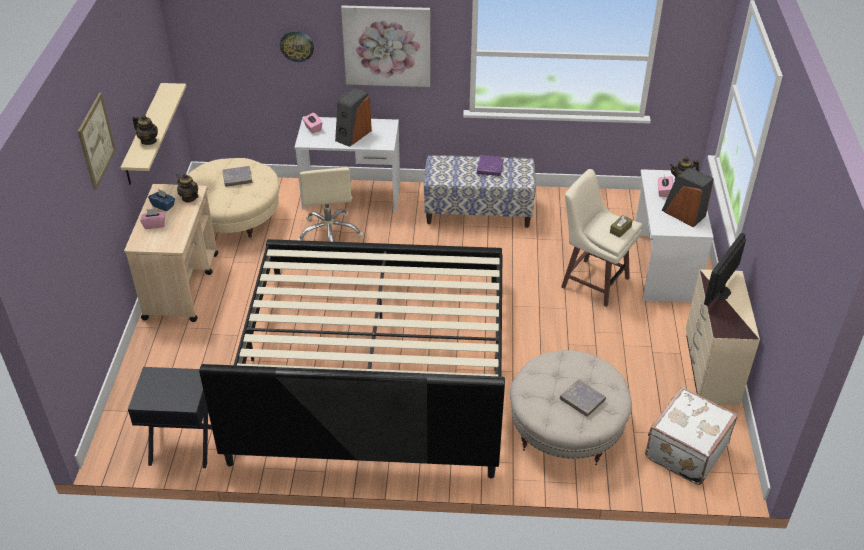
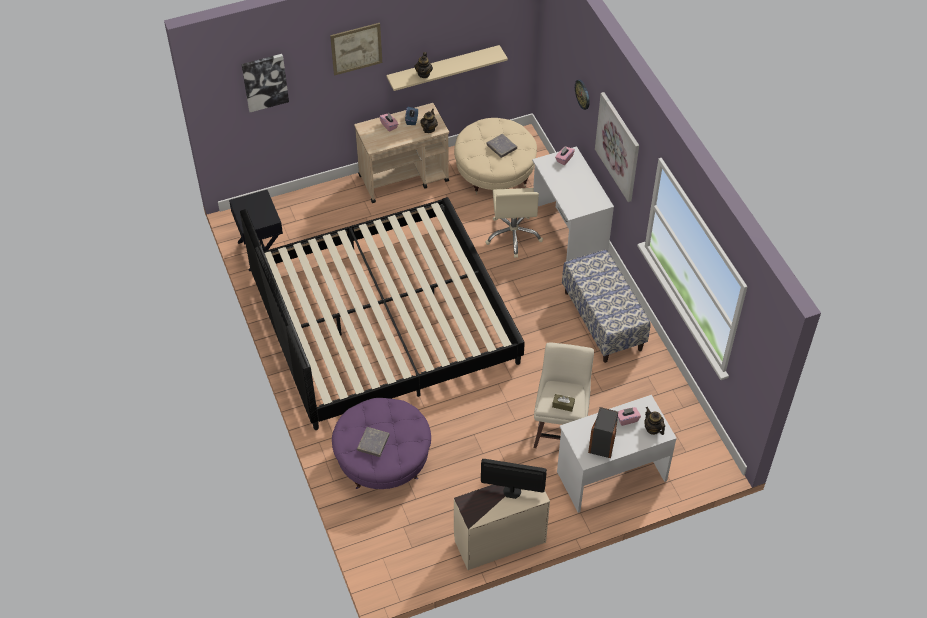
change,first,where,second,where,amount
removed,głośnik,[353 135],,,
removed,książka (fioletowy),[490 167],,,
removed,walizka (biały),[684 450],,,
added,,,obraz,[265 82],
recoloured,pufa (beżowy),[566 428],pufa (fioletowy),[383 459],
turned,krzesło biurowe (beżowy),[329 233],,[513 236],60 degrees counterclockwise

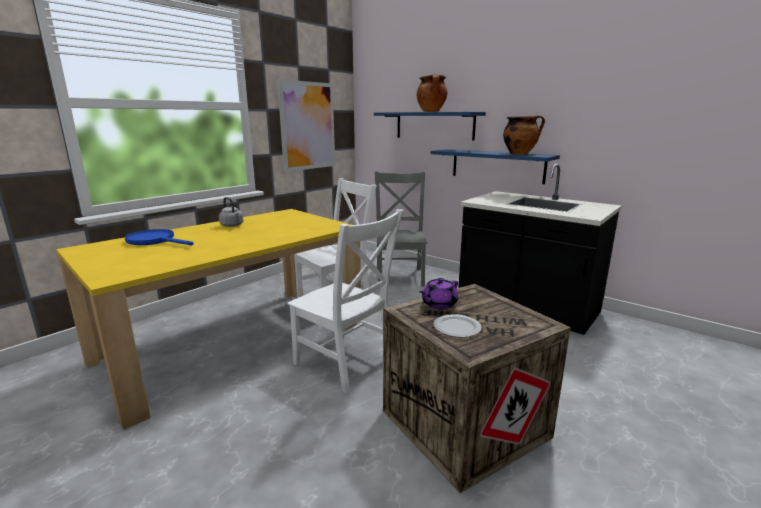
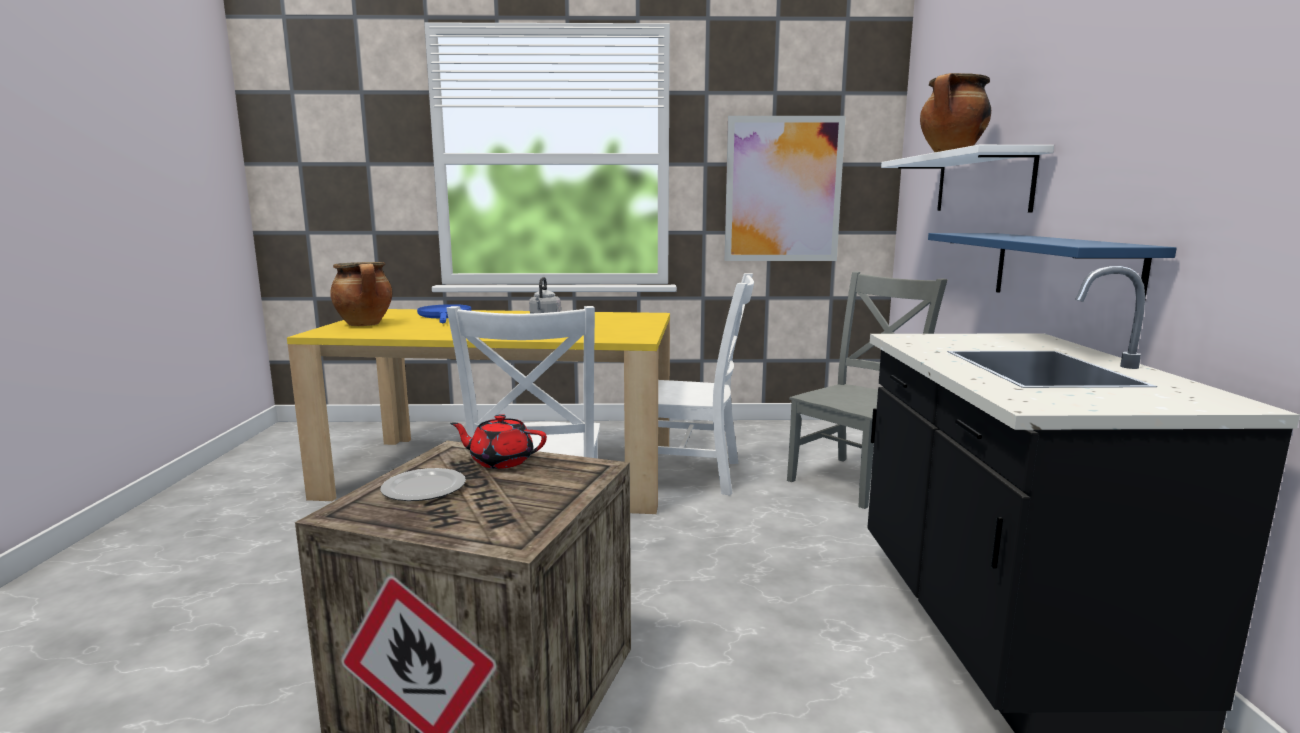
change,first,where,second,where,amount
moved,garnek,[520 154],,[365 324],
recoloured,półka (niebieski),[434 125],półka (biały),[982 183],
recoloured,imbryk (fioletowy),[438 304],imbryk (czerwony),[500 461],

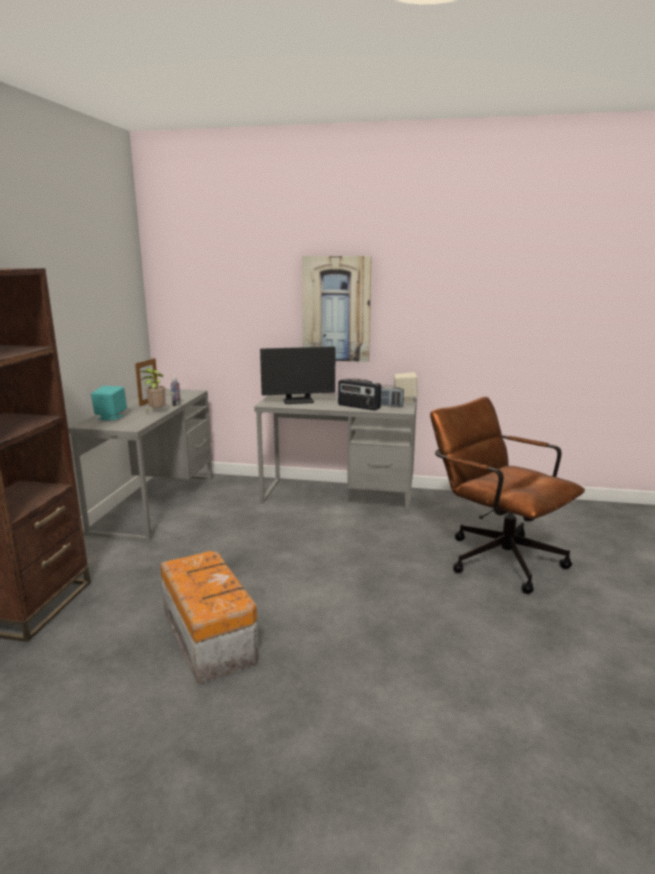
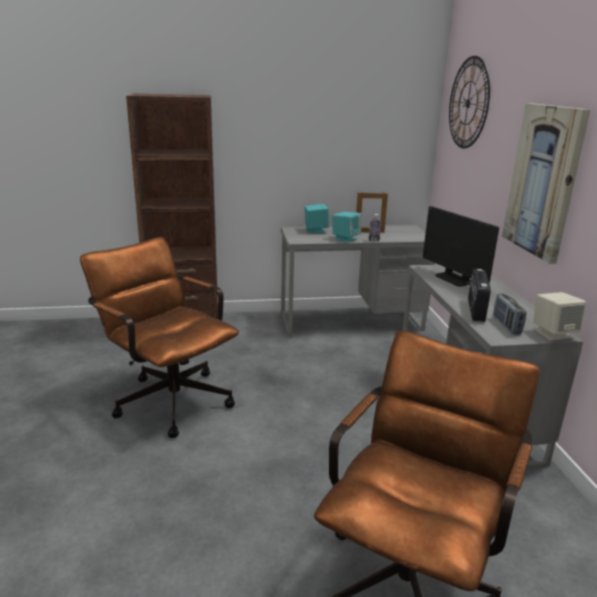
change,first,where,second,where,amount
added,,,zegar ścienny,[468 103],
replaced,roślina doniczkowa,[156 412],głośnik (turkusowy),[345 239],
replaced,pojemnik do przechowywania,[209 635],krzesło biurowe (brązowy),[168 397],

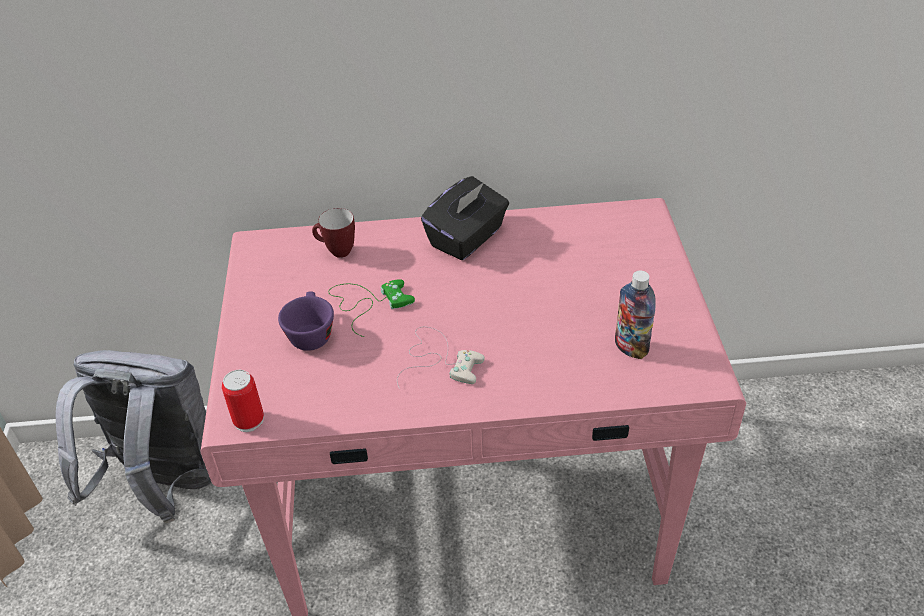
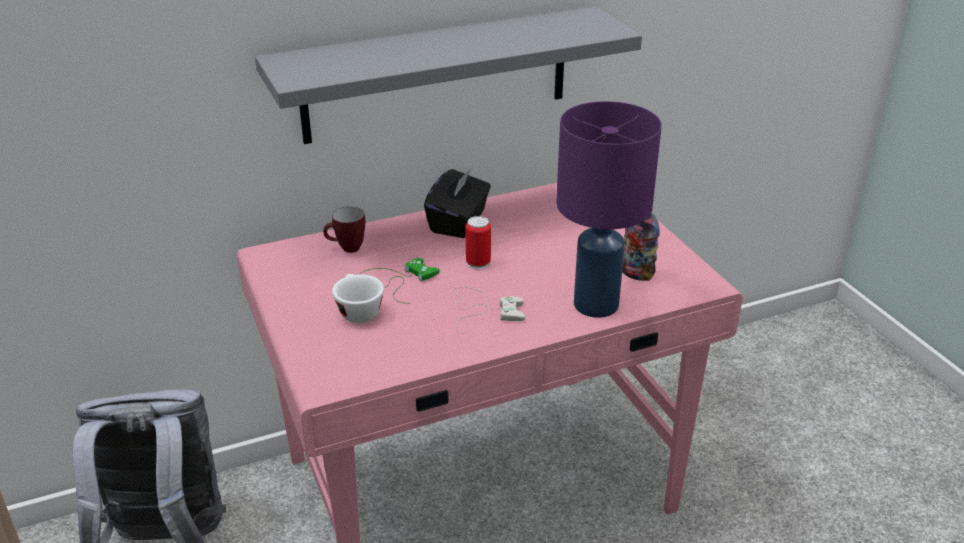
change,first,where,second,where,amount
added,,,półka (szary),[436 75],
added,,,lampa stołowa (fioletowy),[595 303],
moved,puszka,[249 420],,[478 263],
recoloured,filiżanka (fioletowy),[310 333],filiżanka (biały),[357 310],

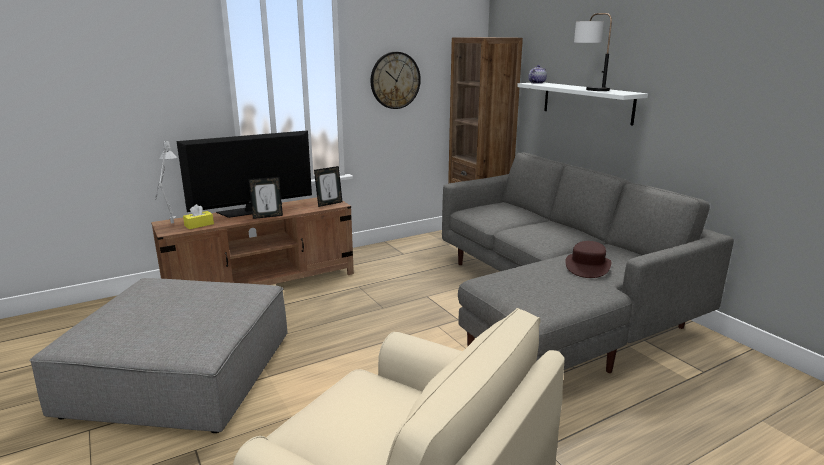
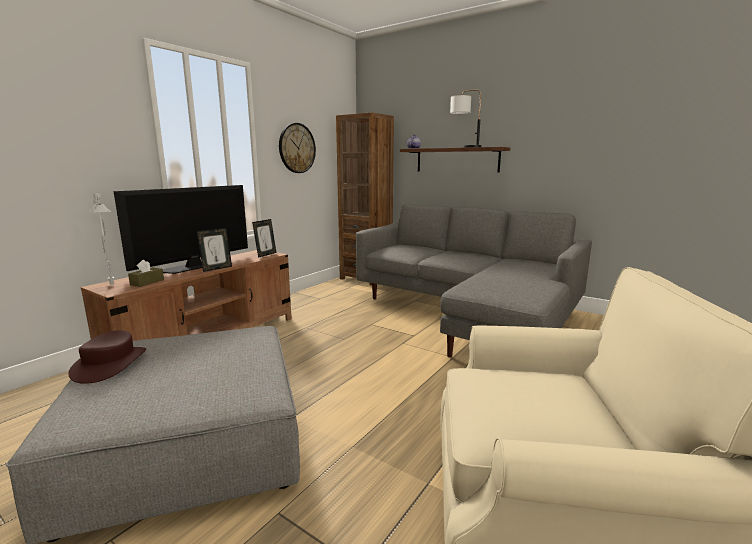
change,first,where,second,where,amount
moved,kapelusz (brązowy),[587 266],,[110 364],
recoloured,pudełko chusteczek (żółty),[199 225],pudełko chusteczek (brązowy),[147 282],
recoloured,półka (biały),[587 102],półka (brązowy),[457 160],

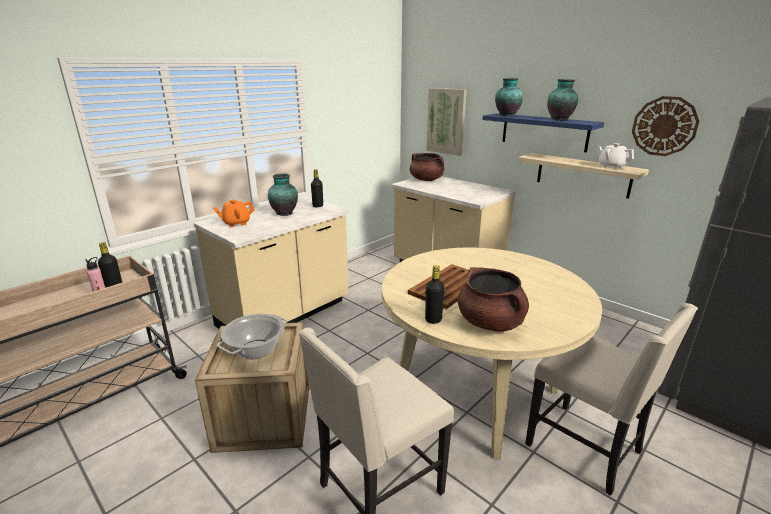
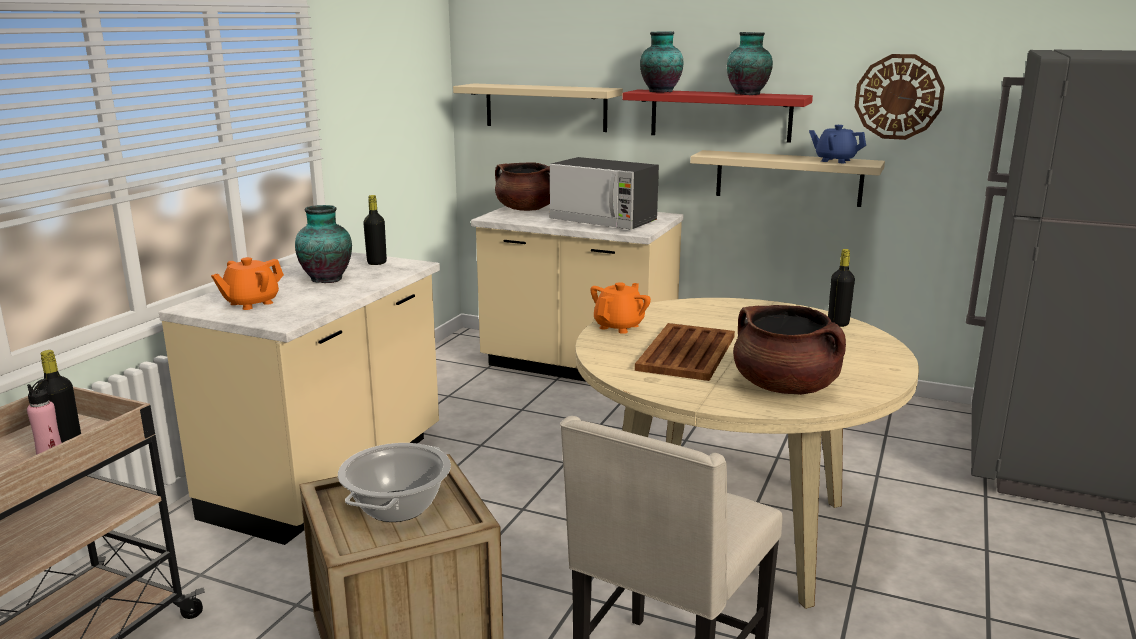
change,first,where,second,where,amount
removed,krzesło (beżowy),[586 448],,,
added,,,mikrofalówka,[603 221],
added,,,imbryk (pomarańczowy),[619 326],
moved,butelka (czarny),[433 319],,[838 323],
replaced,obraz,[446 121],półka (beżowy),[545 107],
recoloured,półka (niebieski),[544 132],półka (czerwony),[720 115],
recoloured,imbryk (biały),[611 167],imbryk (niebieski),[835 160],

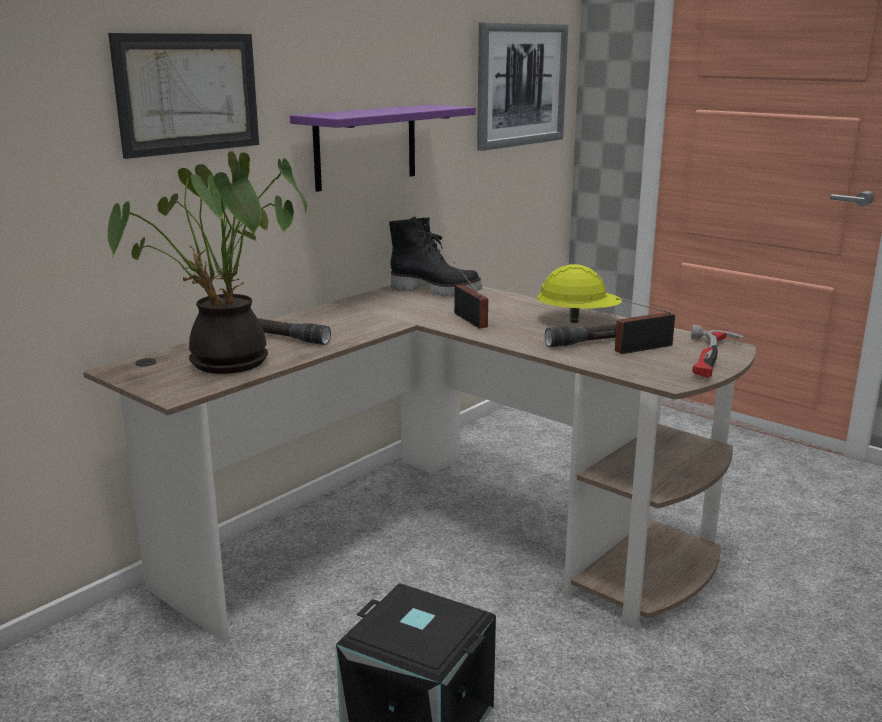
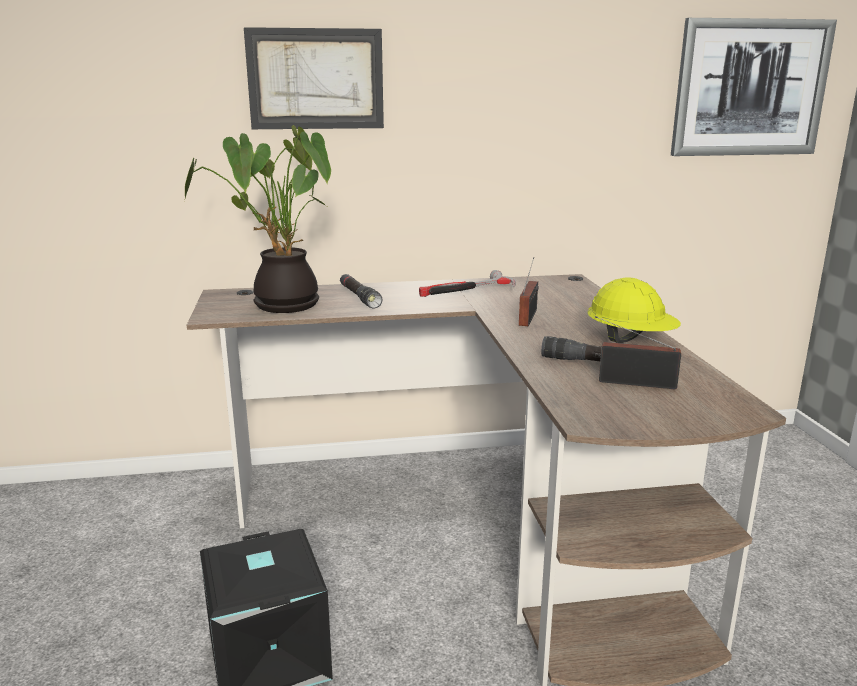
change,first,where,second,where,amount
removed,półka (fioletowy),[366 146],,,
removed,but z cholewką (czarny),[436 291],,,
moved,młotek,[712 358],,[467 291],

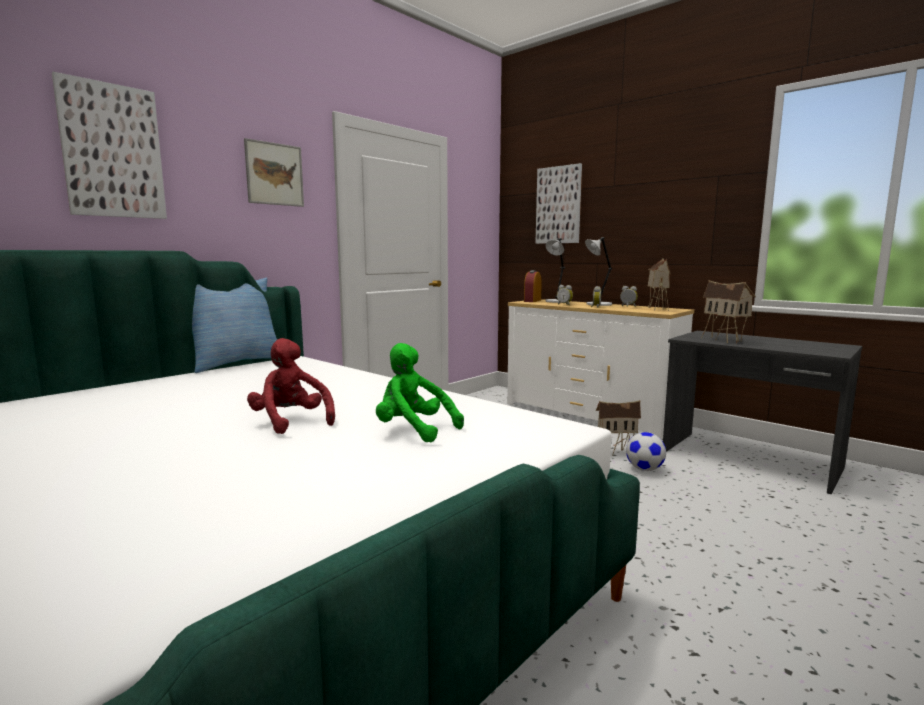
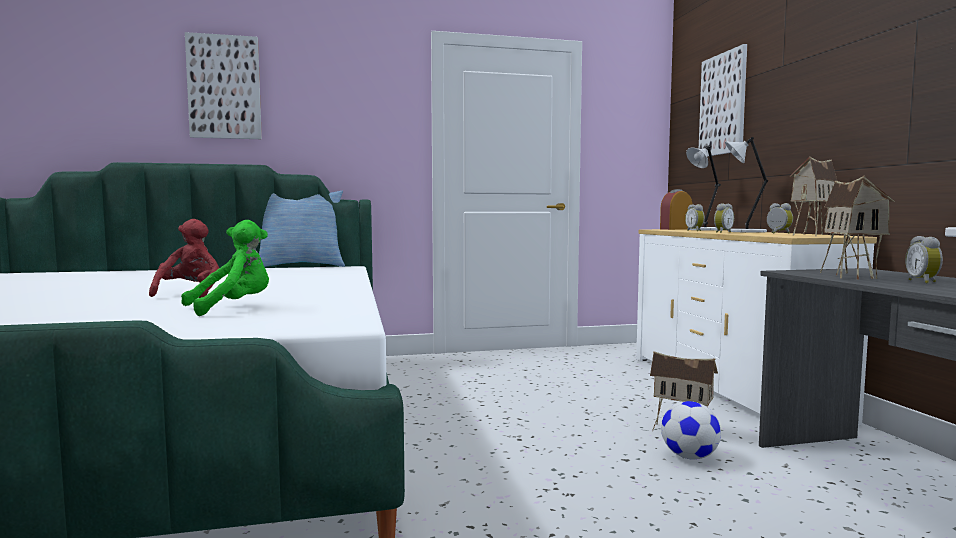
change,first,where,second,where,amount
removed,obraz,[274 174],,,
added,,,budzik,[924 282],
turned,pluszak (zielony),[413 430],,[233 308],75 degrees clockwise

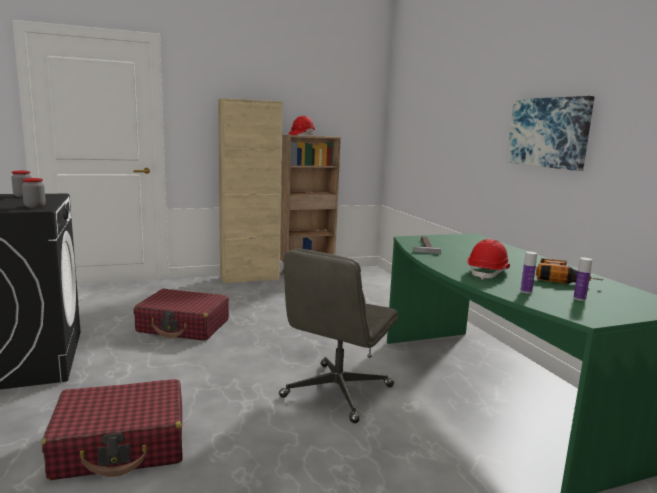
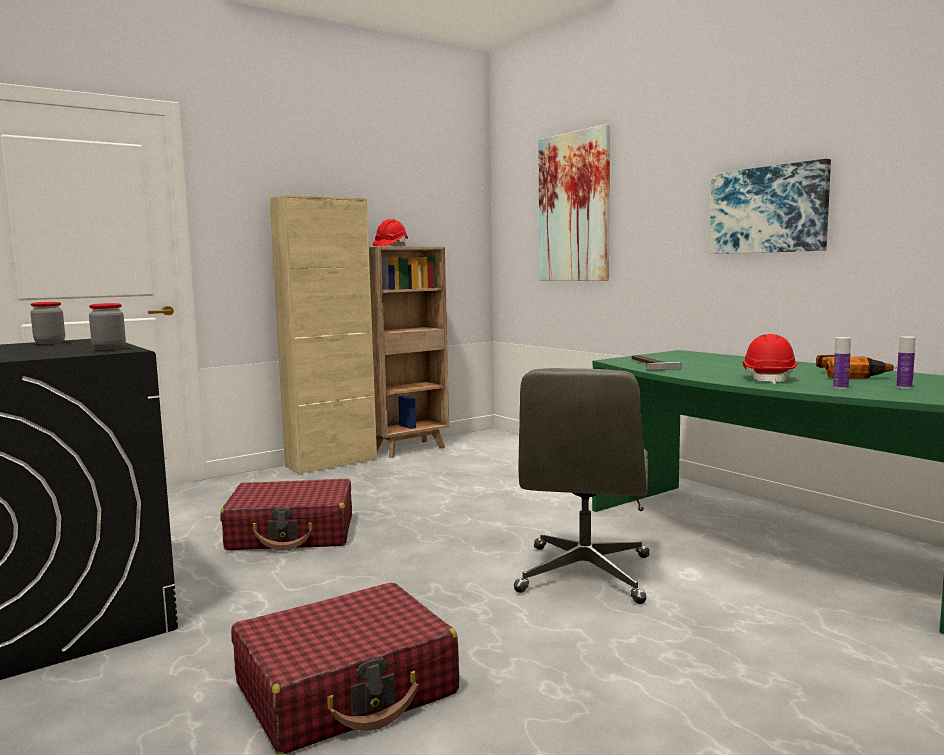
change,first,where,second,where,amount
added,,,obraz,[574 207],

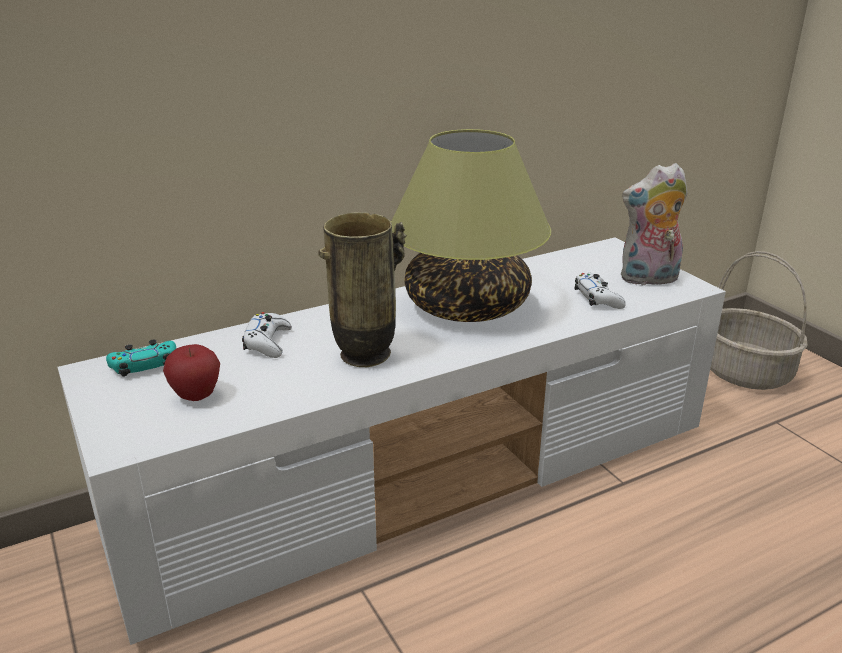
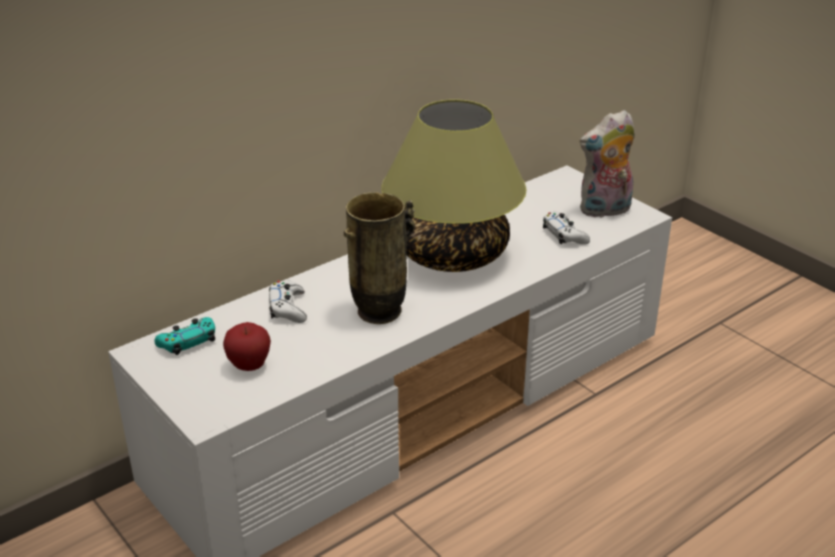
change,first,where,second,where,amount
removed,koszyk,[746 372],,,

